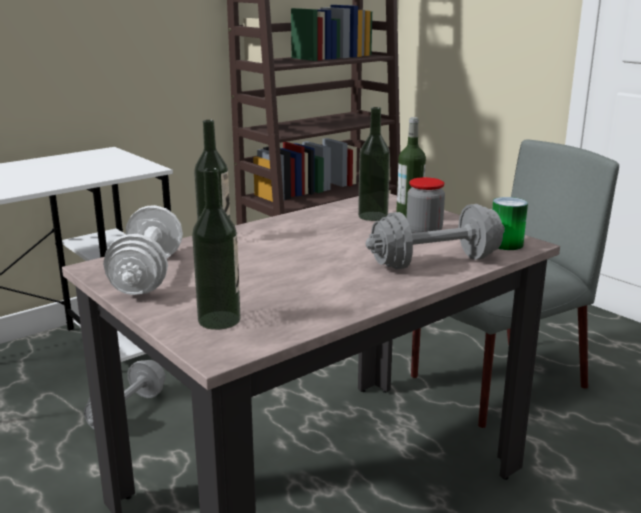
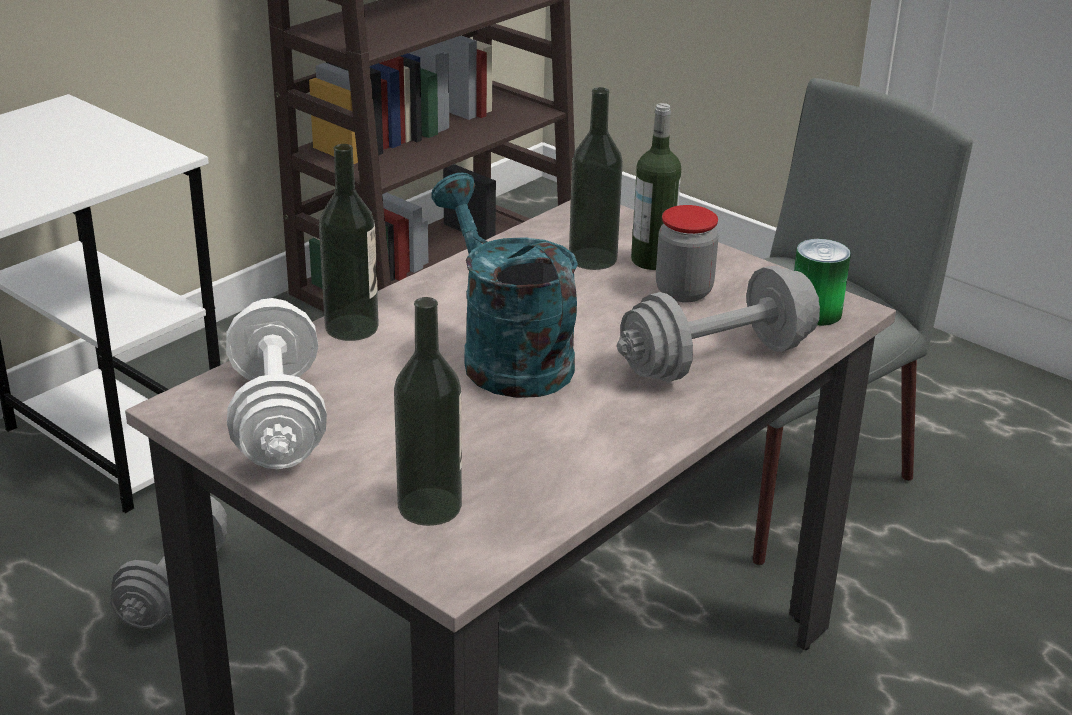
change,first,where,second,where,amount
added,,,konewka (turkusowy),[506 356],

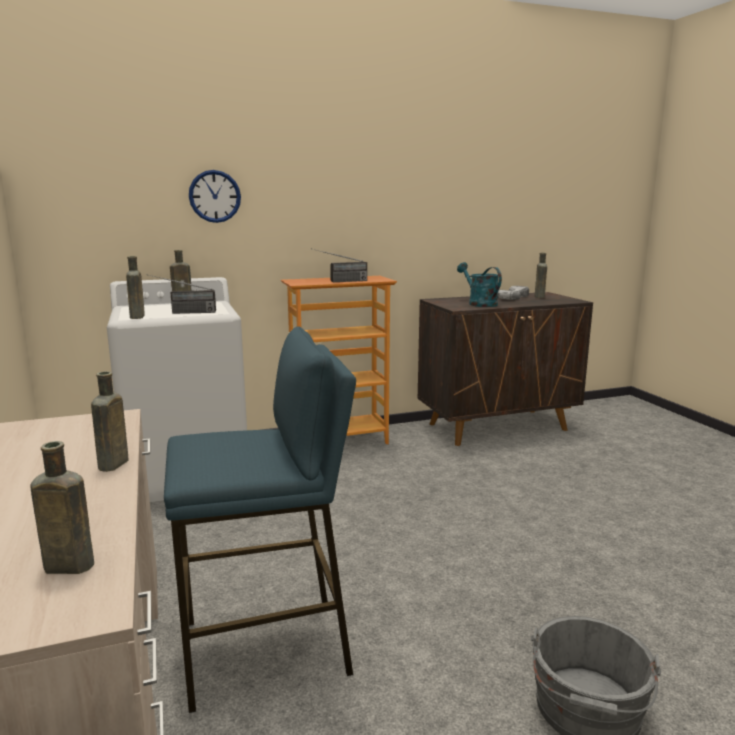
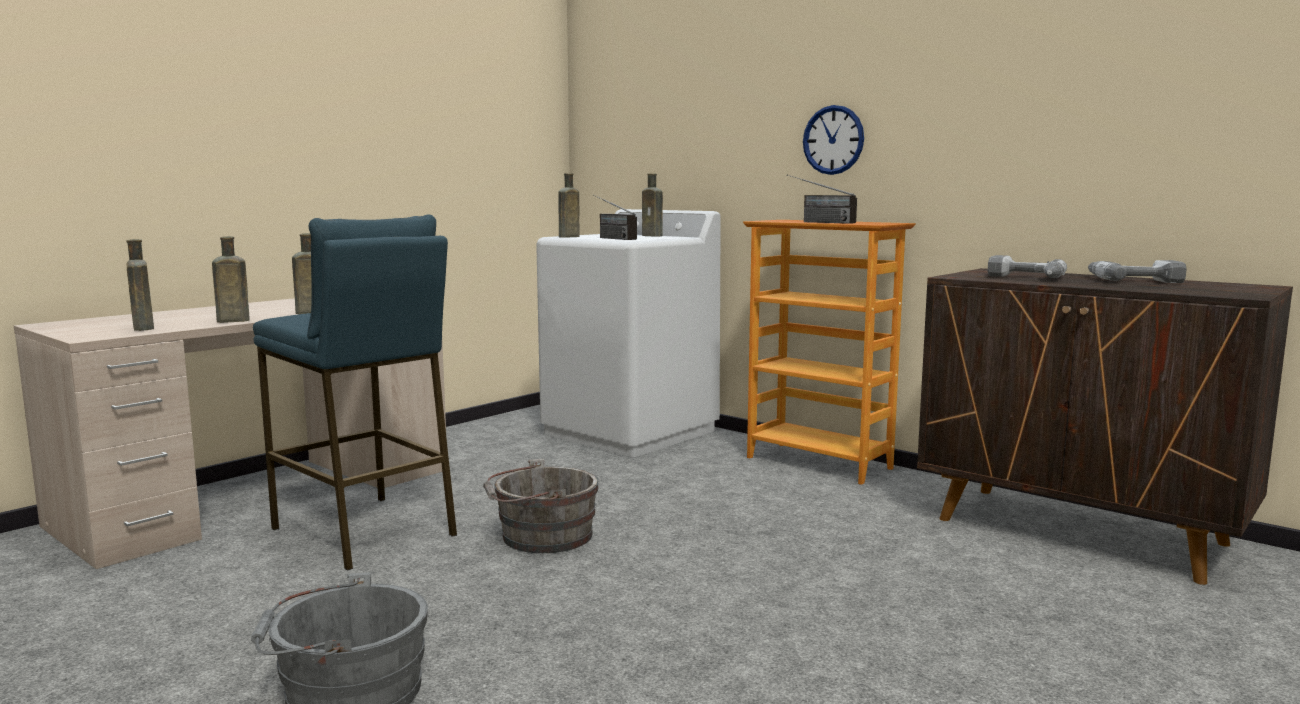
change,first,where,second,where,amount
added,,,wiadro (szary),[541 537],
moved,zegar ścienny,[214 196],,[833 140],
moved,butelka (brązowy),[539 297],,[230 321],
replaced,konewka (turkusowy),[479 303],wiertarka,[1024 278],

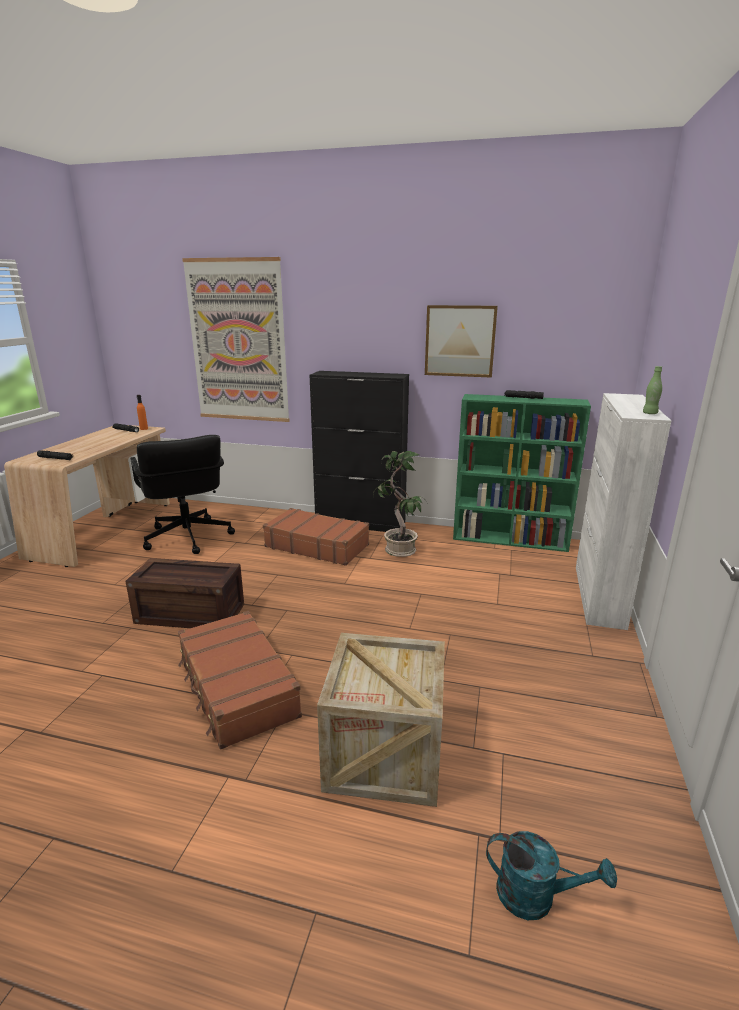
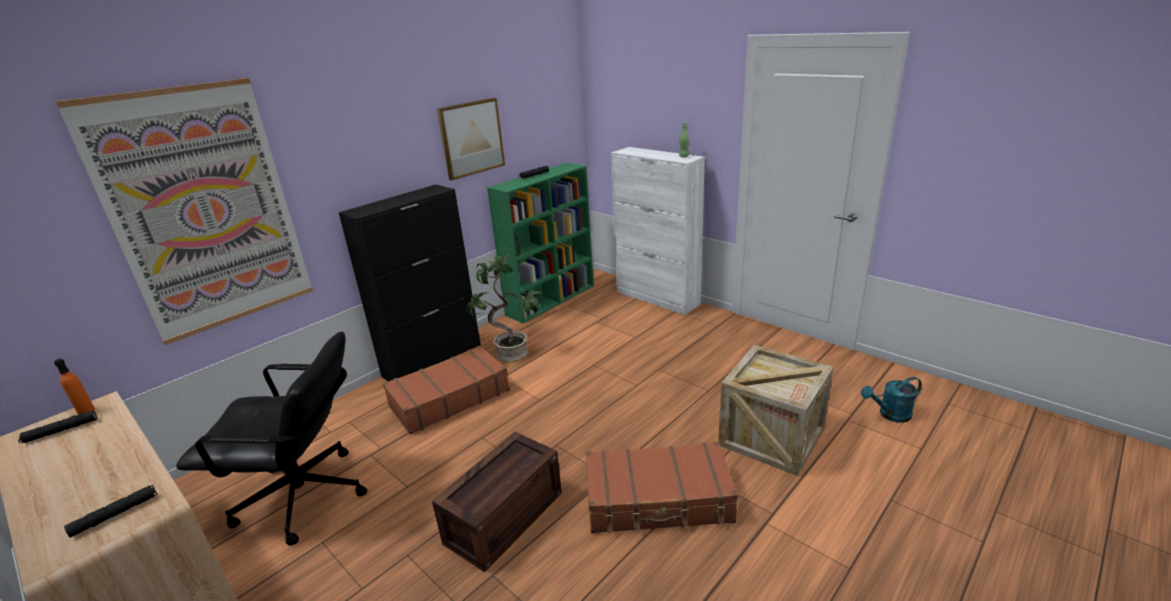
change,first,where,second,where,amount
turned,konewka (turkusowy),[536 896],,[890 415],150 degrees counterclockwise

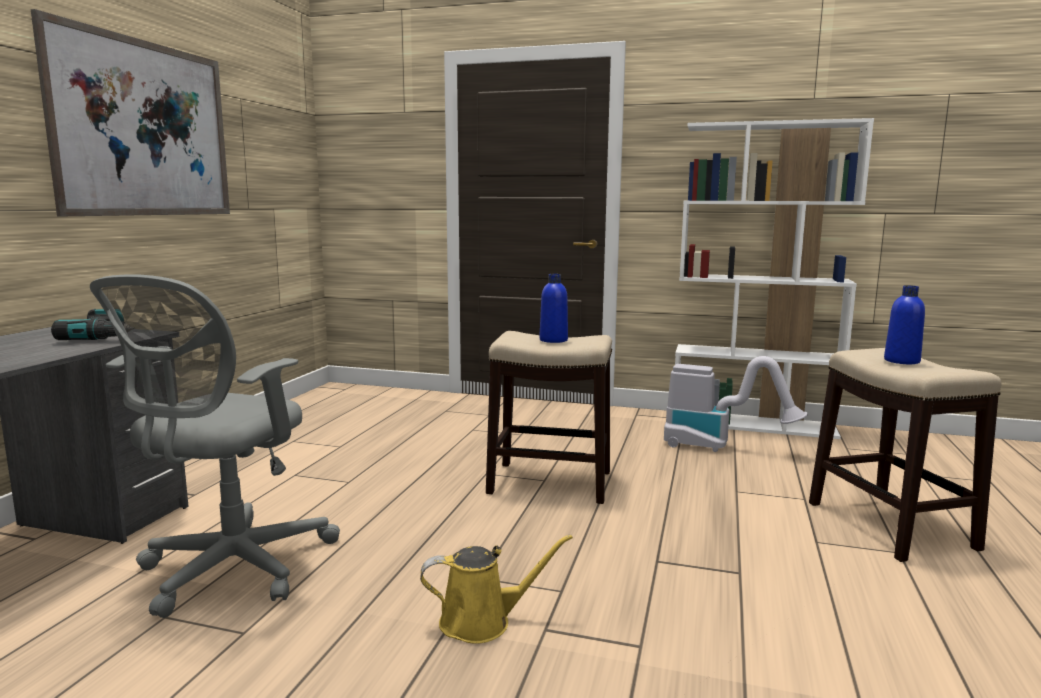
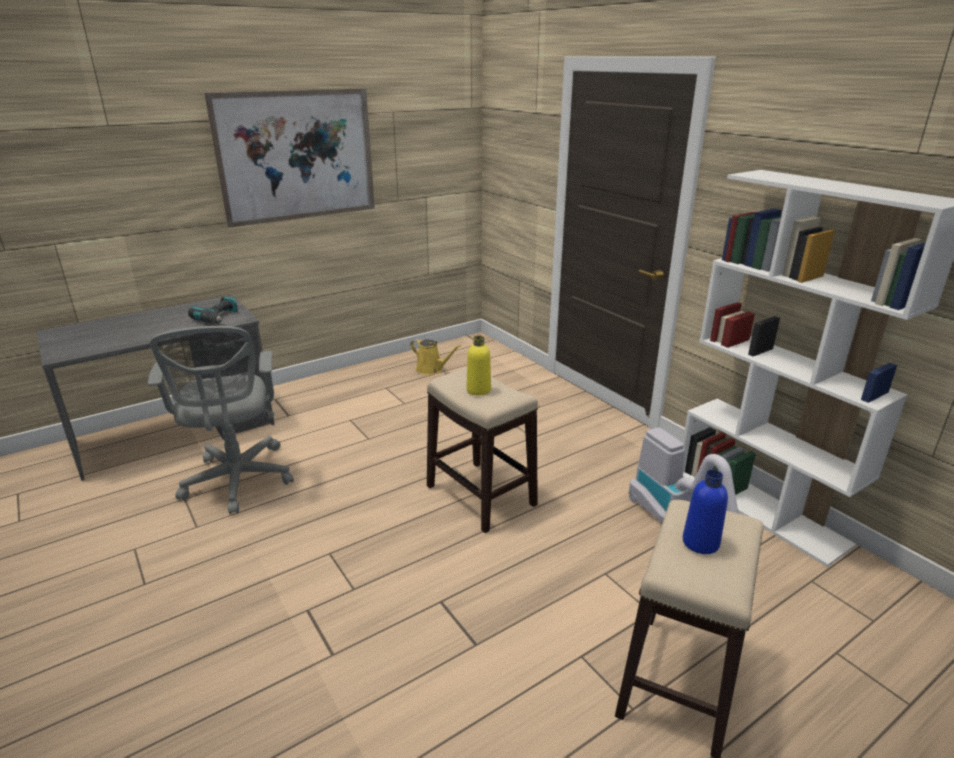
change,first,where,second,where,amount
moved,konewka (żółty),[482 622],,[431 369],
recoloured,butelka (niebieski),[553 340],butelka (żółty),[478 390],
turned,krzesło biurowe (szary),[230 571],,[238 482],75 degrees counterclockwise

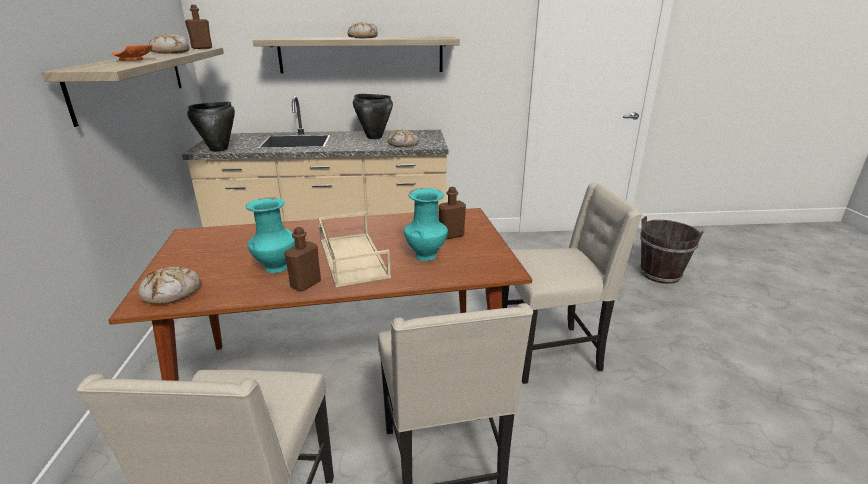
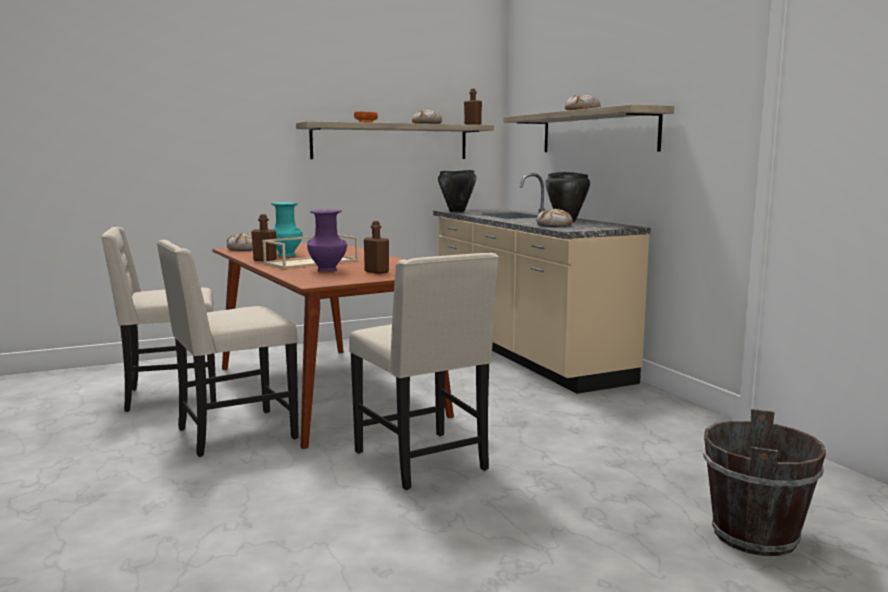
change,first,where,second,where,amount
recoloured,wazon (turkusowy),[426 255],wazon (fioletowy),[328 270],

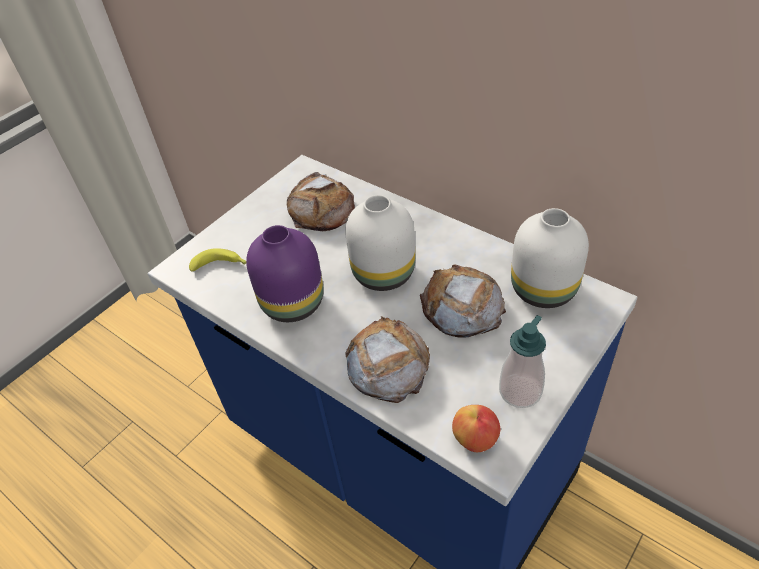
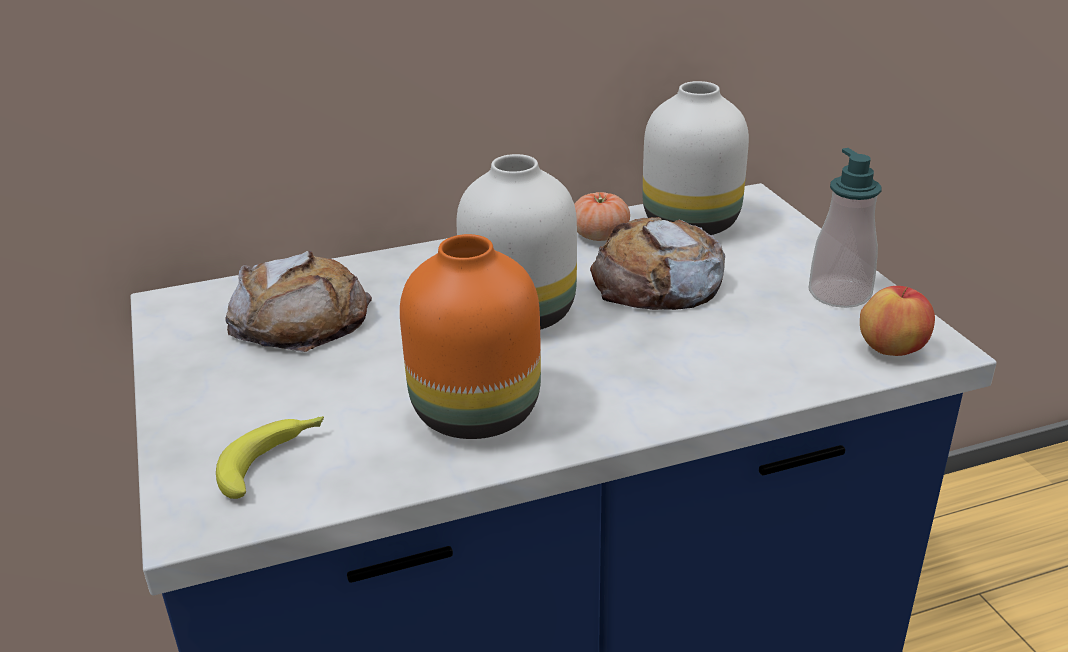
change,first,where,second,where,amount
removed,chleb,[387 365],,,
added,,,pomidor,[599 235],
recoloured,wazon (fioletowy),[291 303],wazon (pomarańczowy),[473 414],

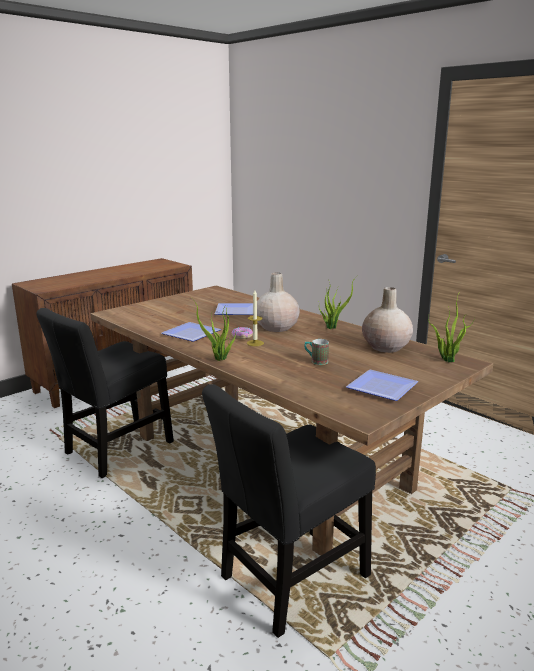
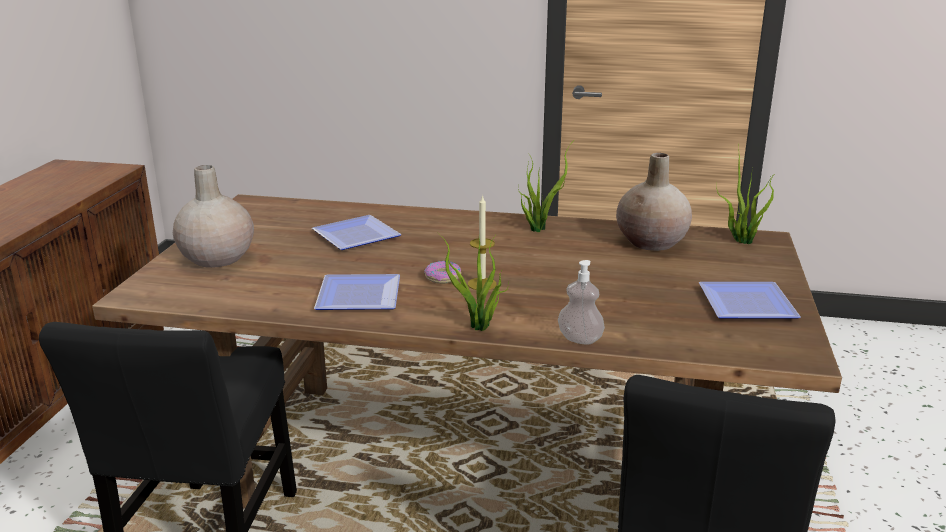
change,first,where,second,where,amount
removed,kubek,[316 361],,,
added,,,dozownik mydła,[580 339],
moved,wazon (beżowy),[276 327],,[216 258],

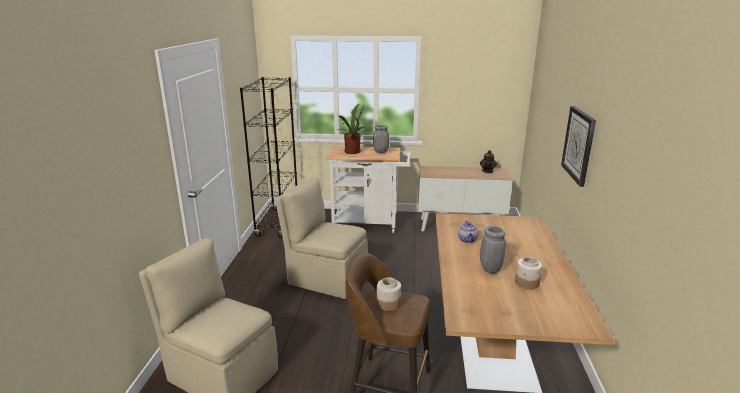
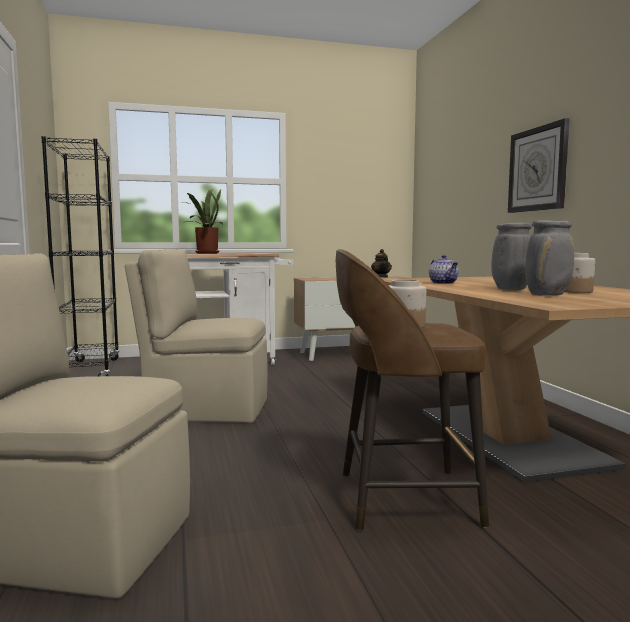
change,first,where,second,where,amount
moved,wazon (szary),[381 152],,[547 295],

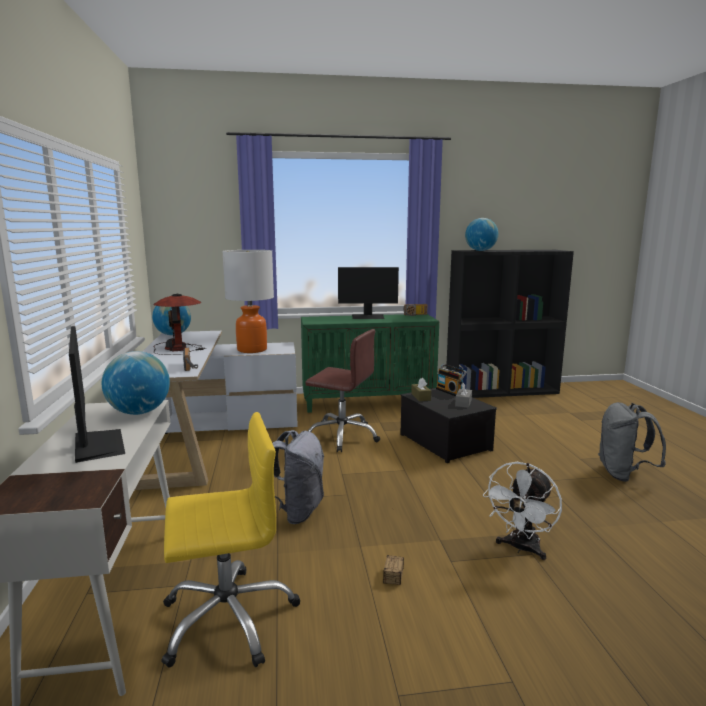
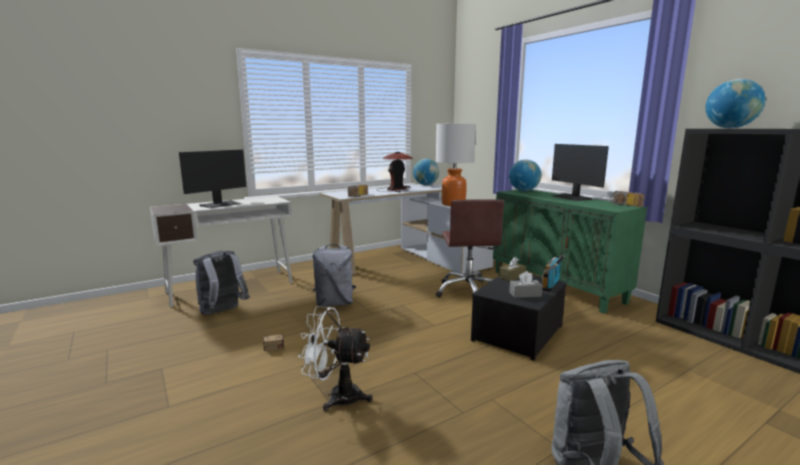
change,first,where,second,where,amount
moved,globus,[139 412],,[523 191],
replaced,krzesło biurowe (żółty),[228 618],plecak (szary),[222 312],

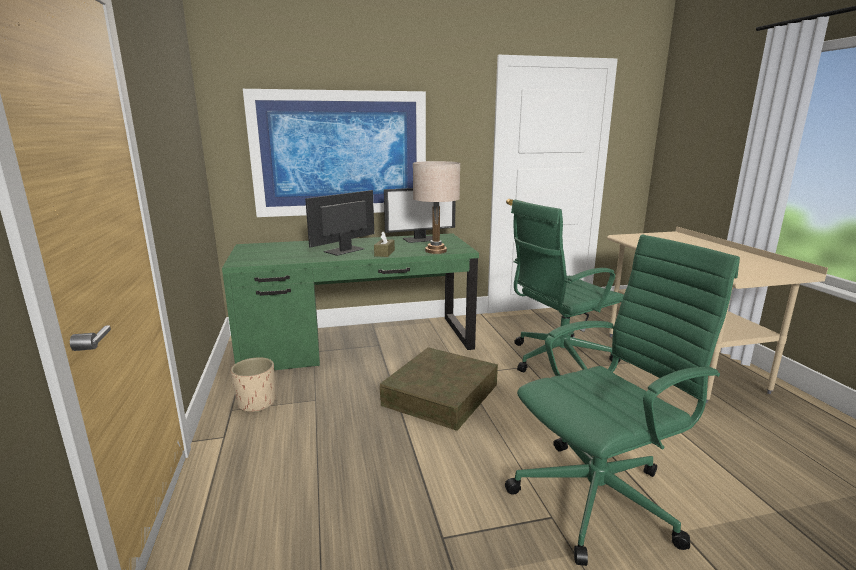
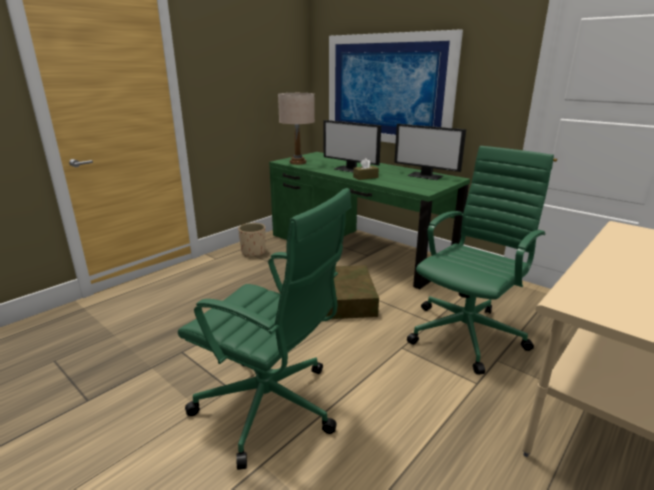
change,first,where,second,where,amount
moved,lampa stołowa (beżowy),[436 251],,[298 162],
turned,monitor,[344 250],,[350 169],150 degrees counterclockwise
turned,krzesło biurowe (zielony),[558 360],,[468 333],105 degrees clockwise

